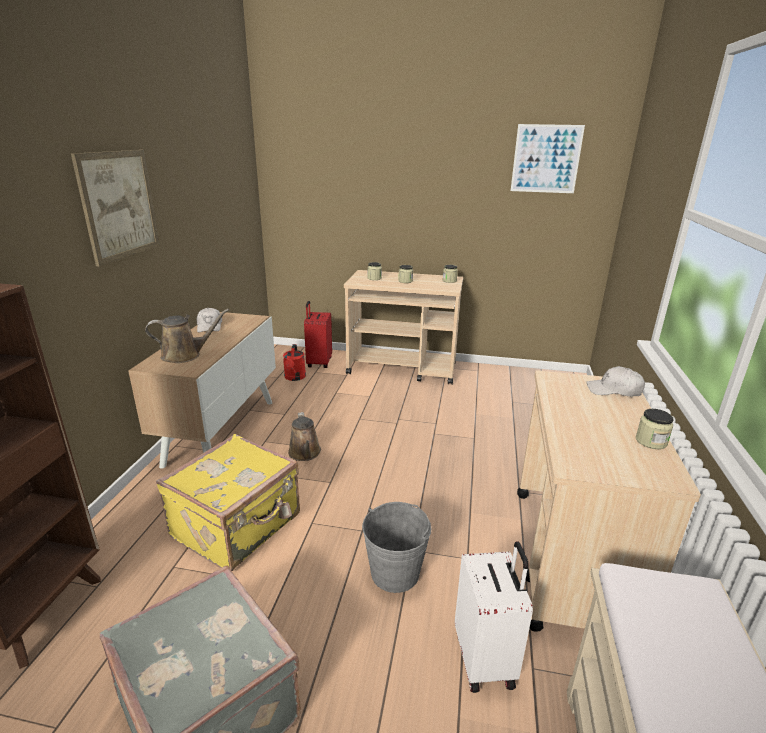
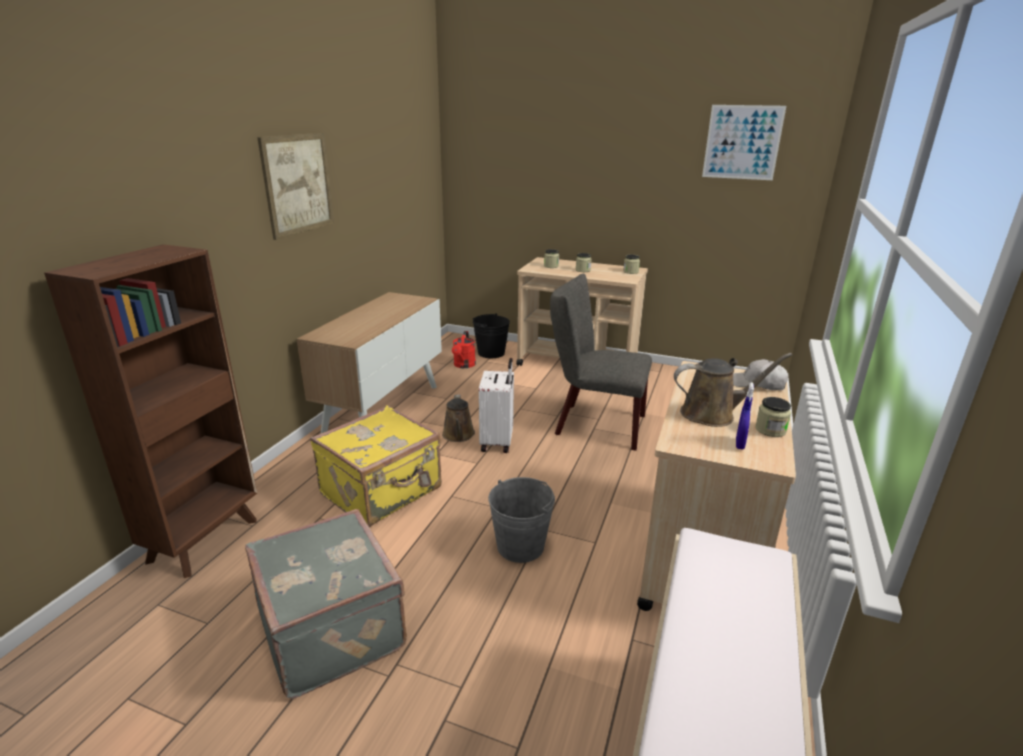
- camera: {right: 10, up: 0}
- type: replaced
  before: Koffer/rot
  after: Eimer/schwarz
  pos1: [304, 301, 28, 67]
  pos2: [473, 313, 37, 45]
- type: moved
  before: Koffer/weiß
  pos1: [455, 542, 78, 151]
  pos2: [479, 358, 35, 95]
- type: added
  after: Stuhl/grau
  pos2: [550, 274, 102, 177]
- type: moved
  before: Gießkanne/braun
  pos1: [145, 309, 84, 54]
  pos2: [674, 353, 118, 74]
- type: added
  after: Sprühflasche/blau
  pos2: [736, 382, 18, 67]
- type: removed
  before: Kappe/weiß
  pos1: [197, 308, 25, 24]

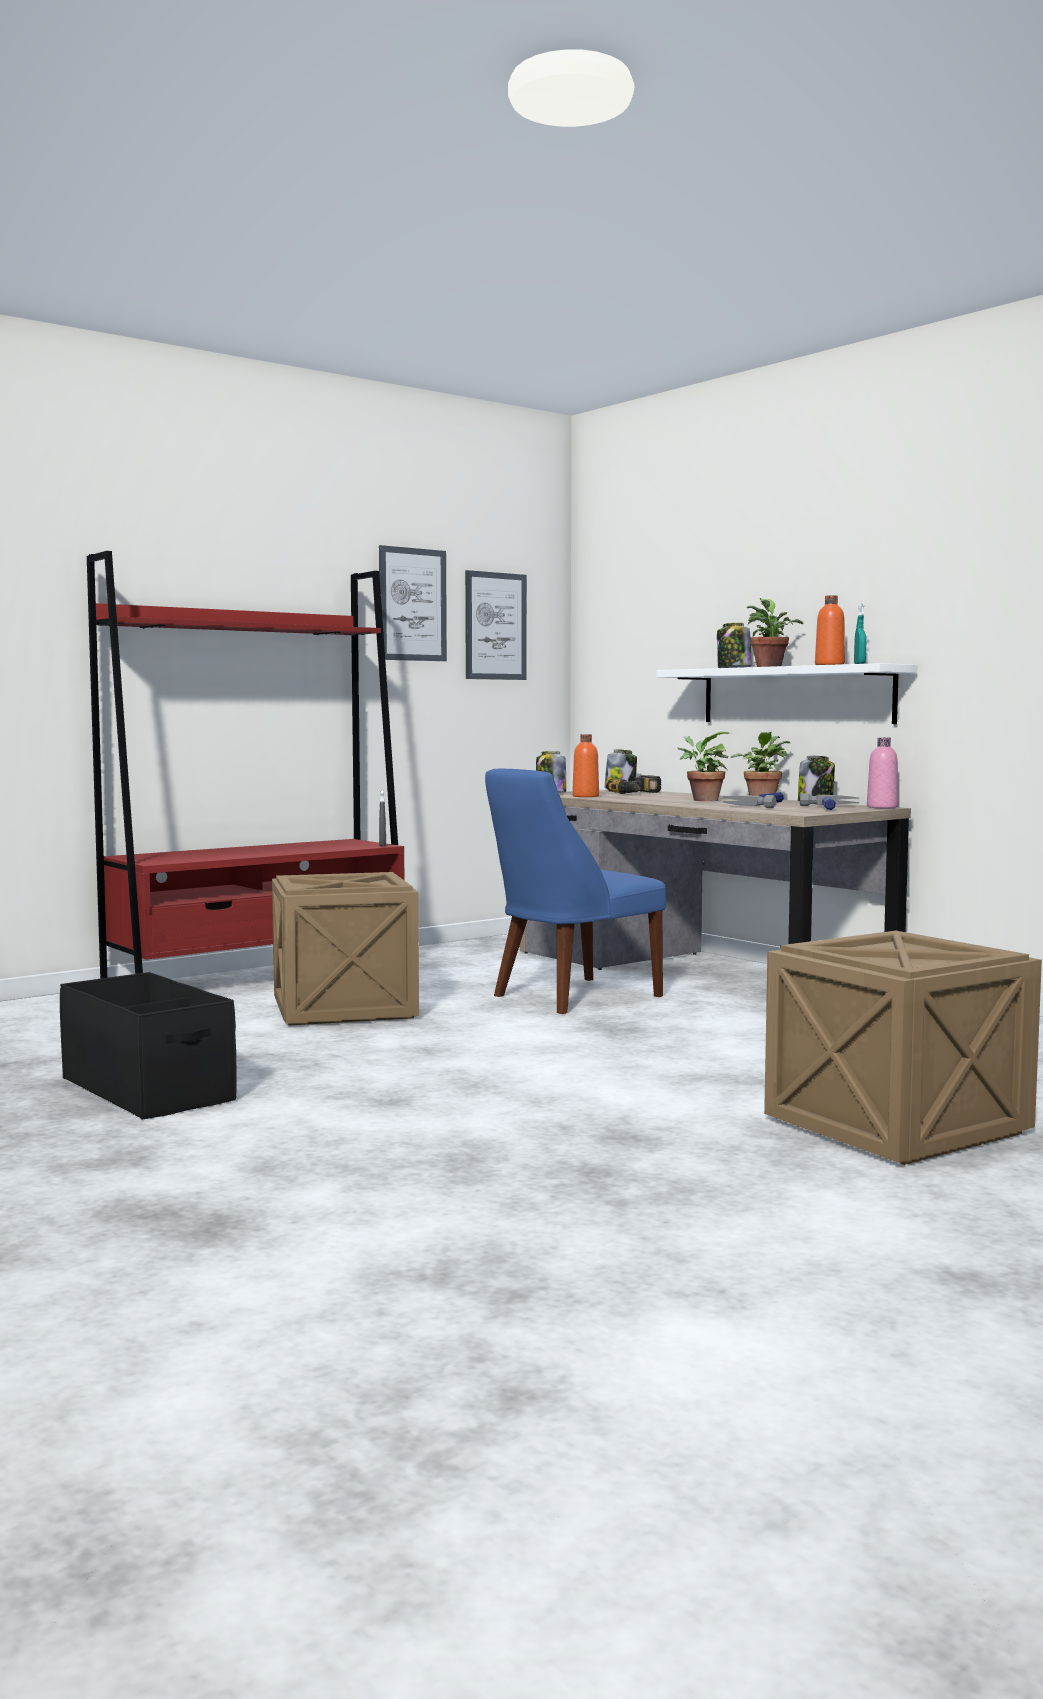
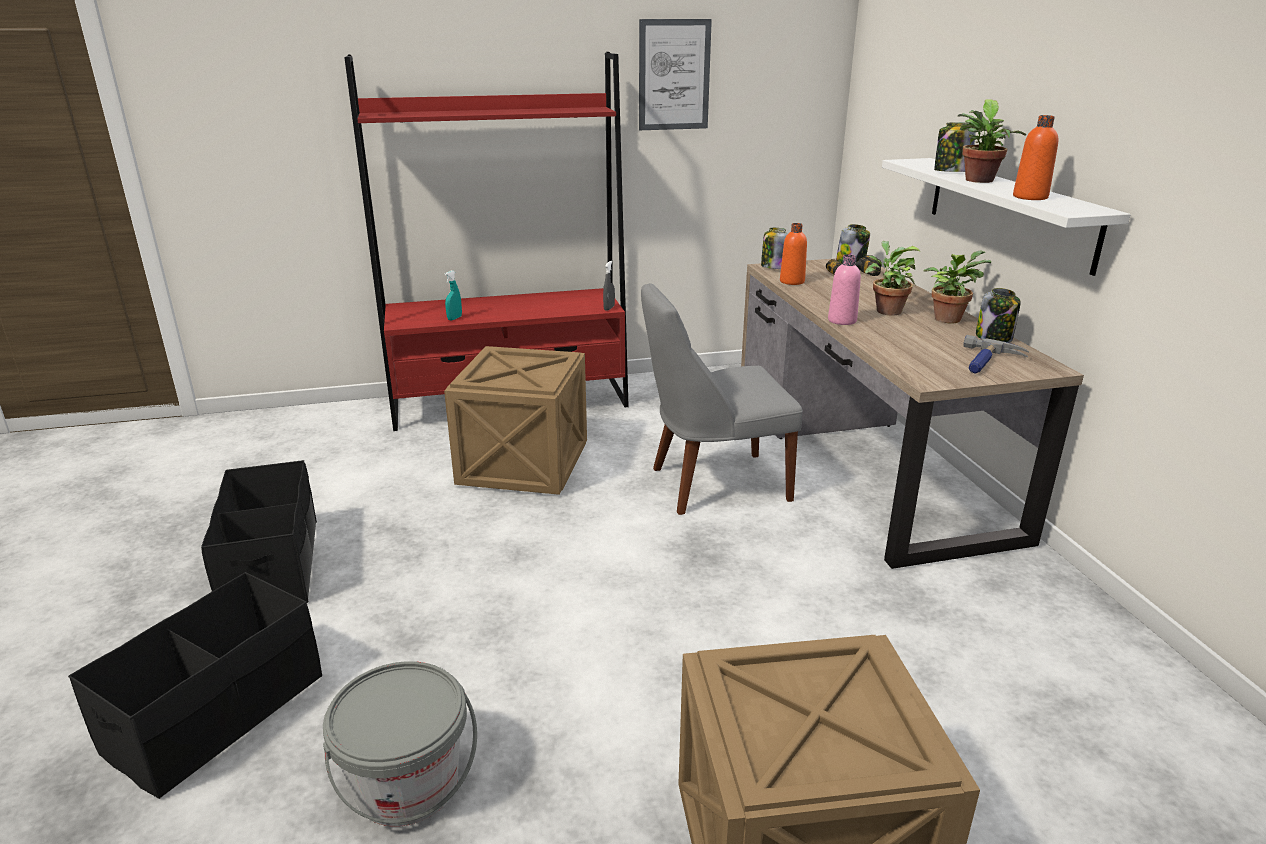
- camera: {right: 25, up: 20}
- type: added
  after: Aufbewahrungsbox/schwarz
  pos2: [68, 572, 254, 227]
- type: added
  after: Eimer/grau
  pos2: [323, 661, 154, 166]
- type: moved
  before: Sprühflasche/türkis
  pos1: [854, 602, 12, 62]
  pos2: [445, 270, 17, 51]
- type: recoloured
  before: Stuhl/blau
  after: Stuhl/grau
  pos1: [485, 769, 181, 245]
  pos2: [641, 283, 162, 232]
- type: moved
  before: Flasche/rosa
  pos1: [867, 737, 31, 71]
  pos2: [828, 254, 33, 71]
- type: removed
  before: Bild
  pos1: [465, 570, 62, 110]
- type: removed
  before: Hammer
  pos1: [723, 792, 61, 16]

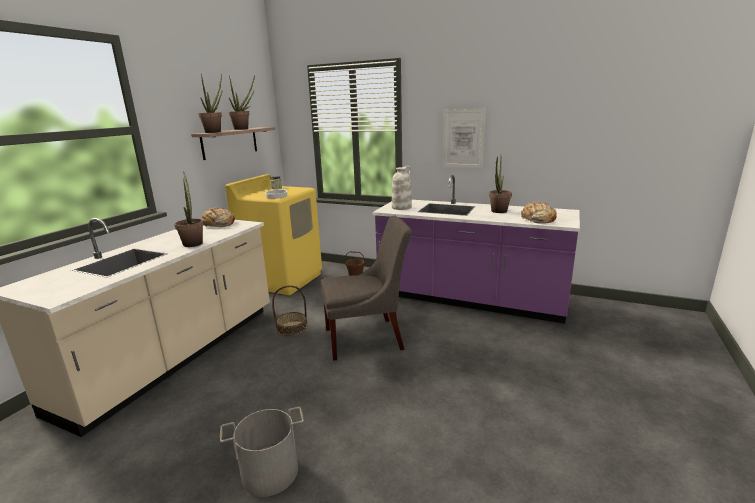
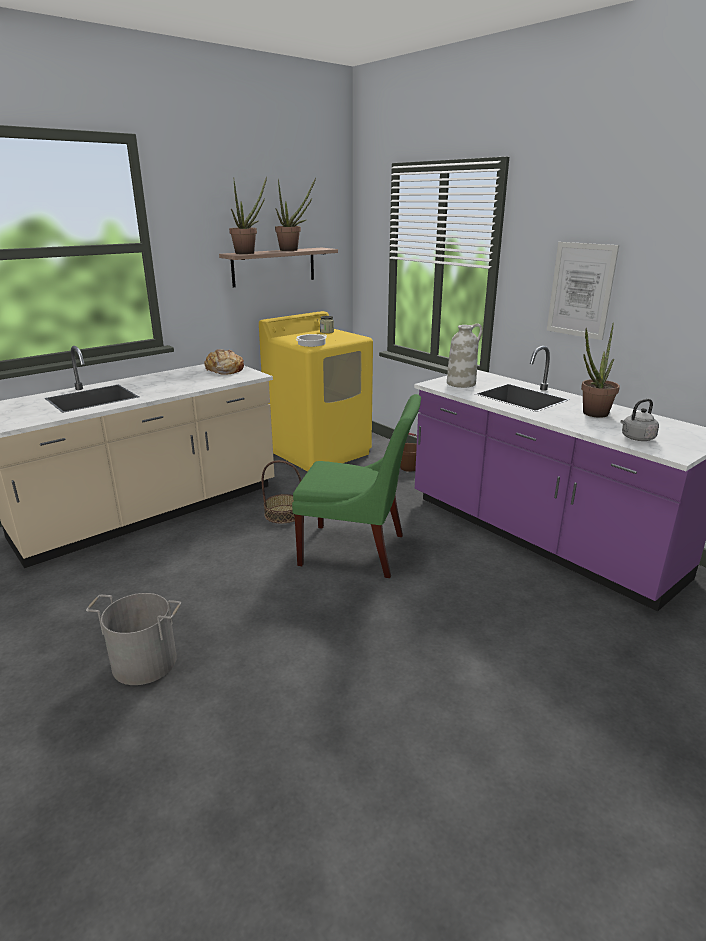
- camera: {right: 25, up: 5}
- type: recoloured
  before: Stuhl/grau
  after: Stuhl/grün
  pos1: [320, 216, 92, 145]
  pos2: [292, 394, 129, 184]
- type: replaced
  before: Brot
  after: Wasserkessel/grau
  pos1: [521, 202, 36, 22]
  pos2: [620, 399, 39, 42]
- type: removed
  before: Topfpflanze
  pos1: [174, 171, 30, 76]

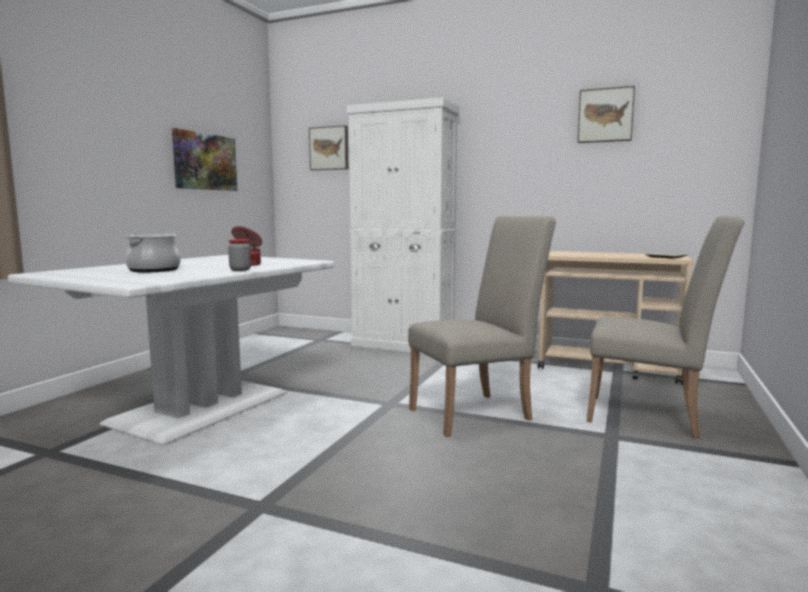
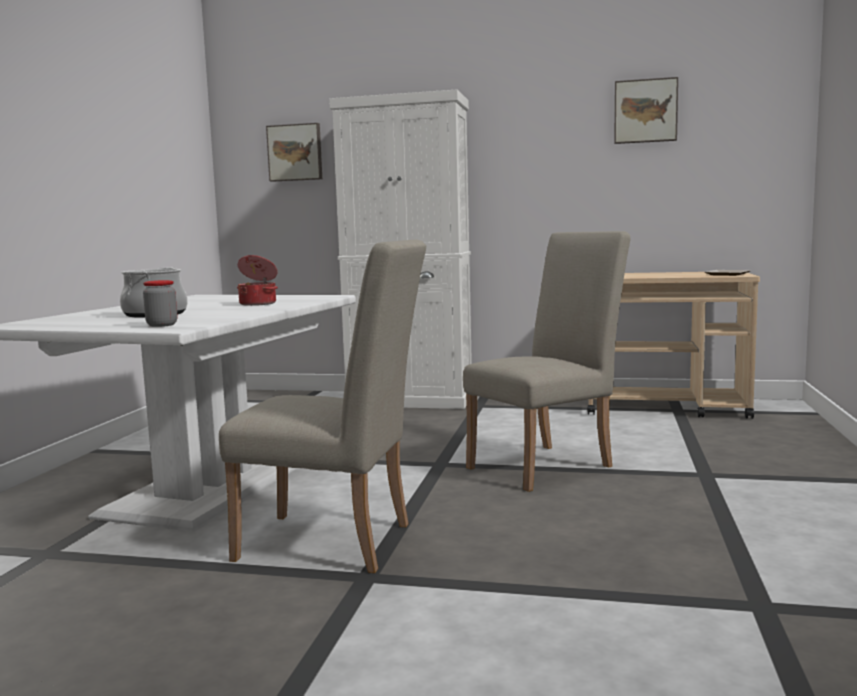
- camera: {right: -10, up: 0}
- type: moved
  before: Vorratsglas
  pos1: [228, 239, 23, 32]
  pos2: [143, 280, 34, 47]
- type: moved
  before: Stuhl/beige
  pos1: [587, 216, 158, 222]
  pos2: [219, 240, 207, 333]
- type: removed
  before: Bild
  pos1: [172, 128, 65, 63]

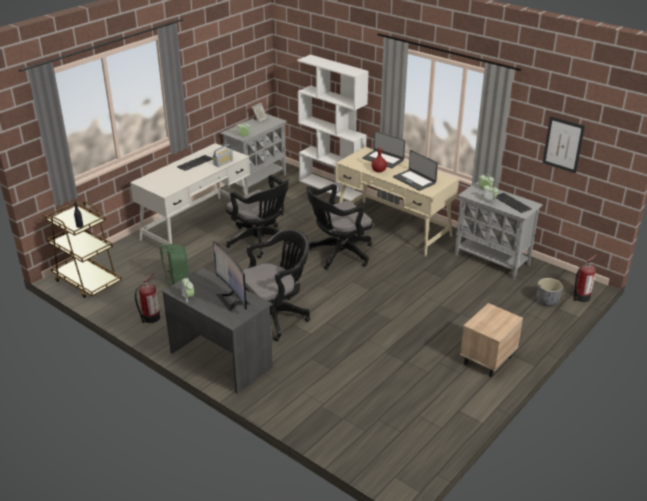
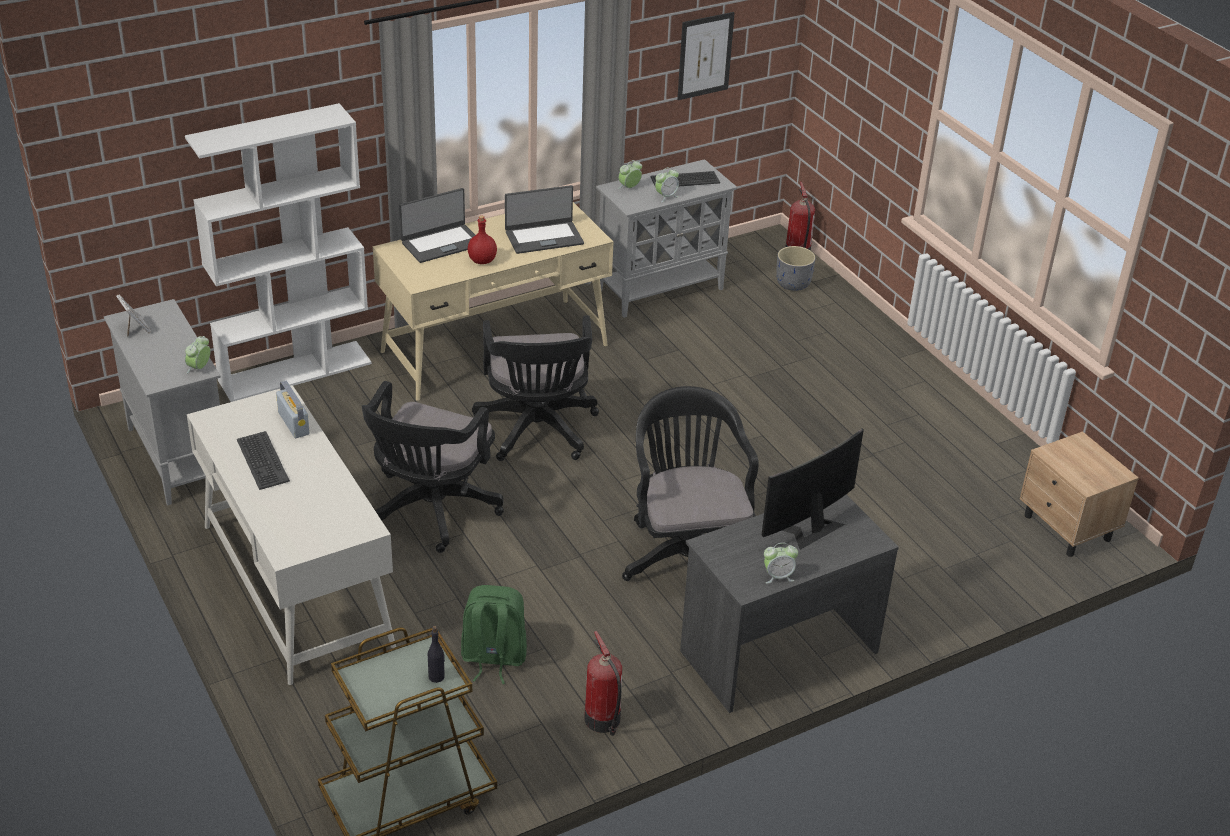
- camera: {right: -70, up: 5}
- type: turned
  before: Bürostuhl/schwarz
  pos1: [226, 175, 63, 84]
  pos2: [362, 381, 142, 172]
  turn: 135
- type: turned
  before: Monitor
  pos1: [213, 241, 37, 70]
  pos2: [761, 428, 103, 122]
  turn: 150
- type: moved
  before: Nachttisch/beige
  pos1: [460, 303, 63, 74]
  pos2: [1019, 431, 120, 126]

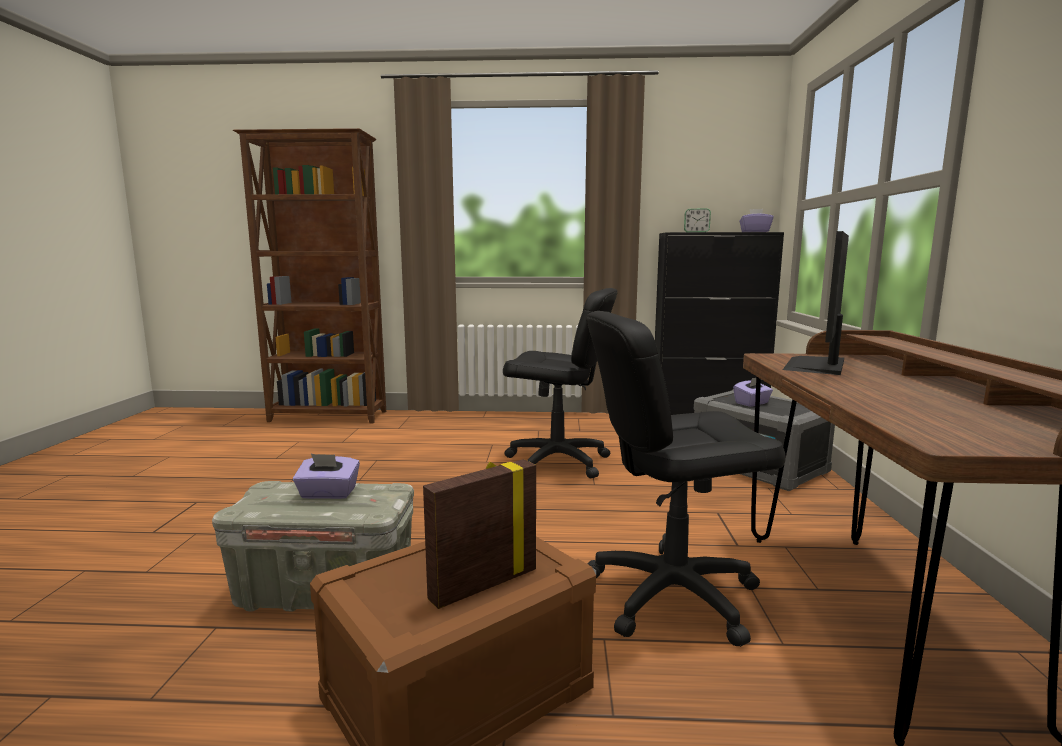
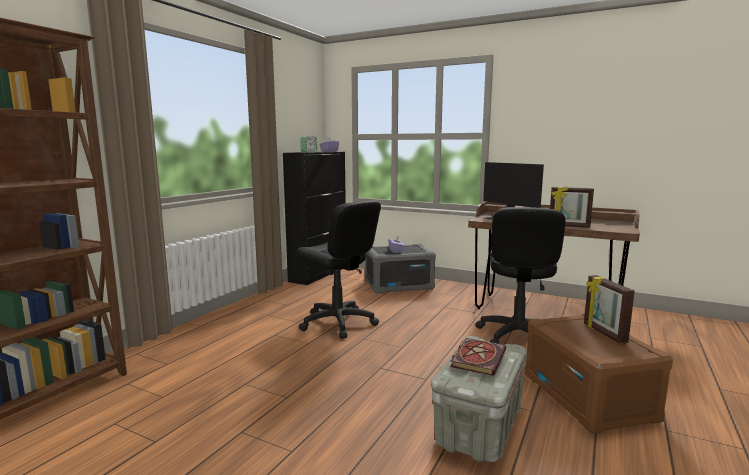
- camera: {right: -65, up: 0}
- type: turned
  before: Bürostuhl/schwarz
  pos1: [503, 288, 115, 190]
  pos2: [296, 200, 85, 139]
  turn: 90
- type: replaced
  before: Taschentuchbox/lila
  after: Buch
  pos1: [293, 454, 67, 45]
  pos2: [450, 338, 56, 38]
- type: added
  after: Bilderrahmen
  pos2: [550, 186, 44, 42]

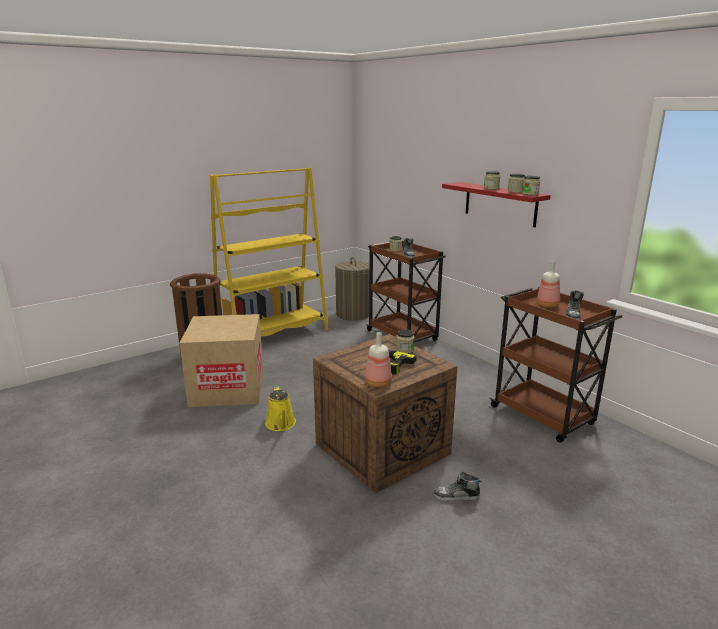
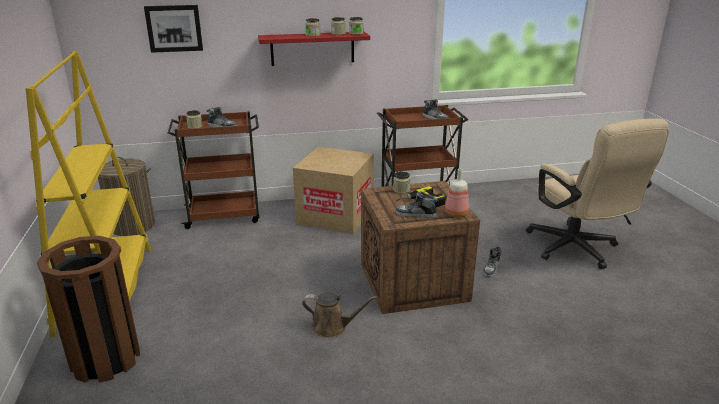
- camera: {right: -65, up: 5}
- type: added
  after: Bild
  pos2: [144, 5, 59, 48]
- type: moved
  before: Karton
  pos1: [180, 314, 83, 93]
  pos2: [293, 147, 81, 87]
- type: recoloured
  before: Gießkanne/gelb
  after: Gießkanne/braun
  pos1: [265, 386, 31, 45]
  pos2: [302, 292, 75, 46]
- type: added
  after: Schuh
  pos2: [395, 192, 42, 26]
- type: added
  after: Bürostuhl/beige
  pos2: [526, 118, 143, 151]
- type: removed
  before: Flasche
  pos1: [537, 261, 23, 47]

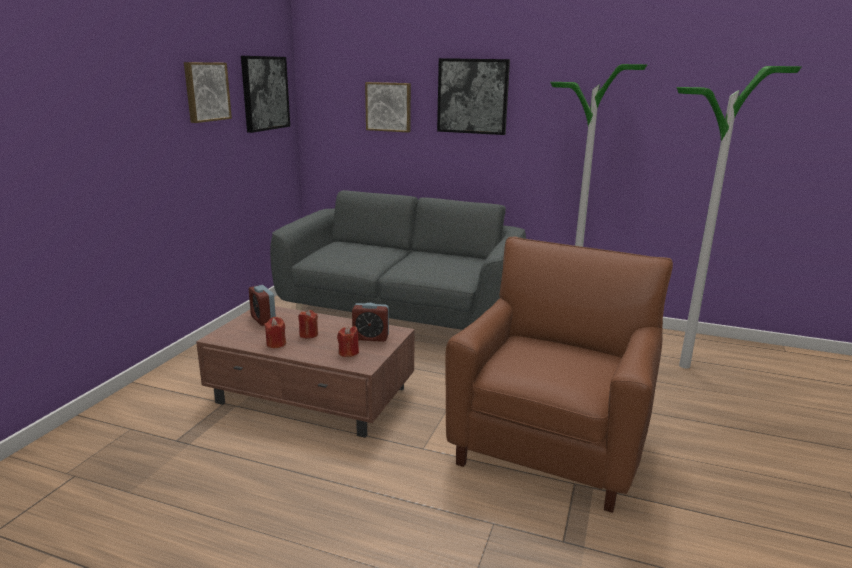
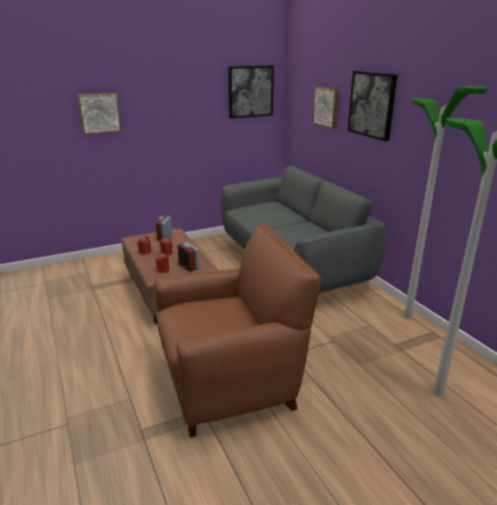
- camera: {right: 45, up: 5}
- type: moved
  before: Bild
  pos1: [184, 62, 48, 61]
  pos2: [77, 93, 45, 42]

